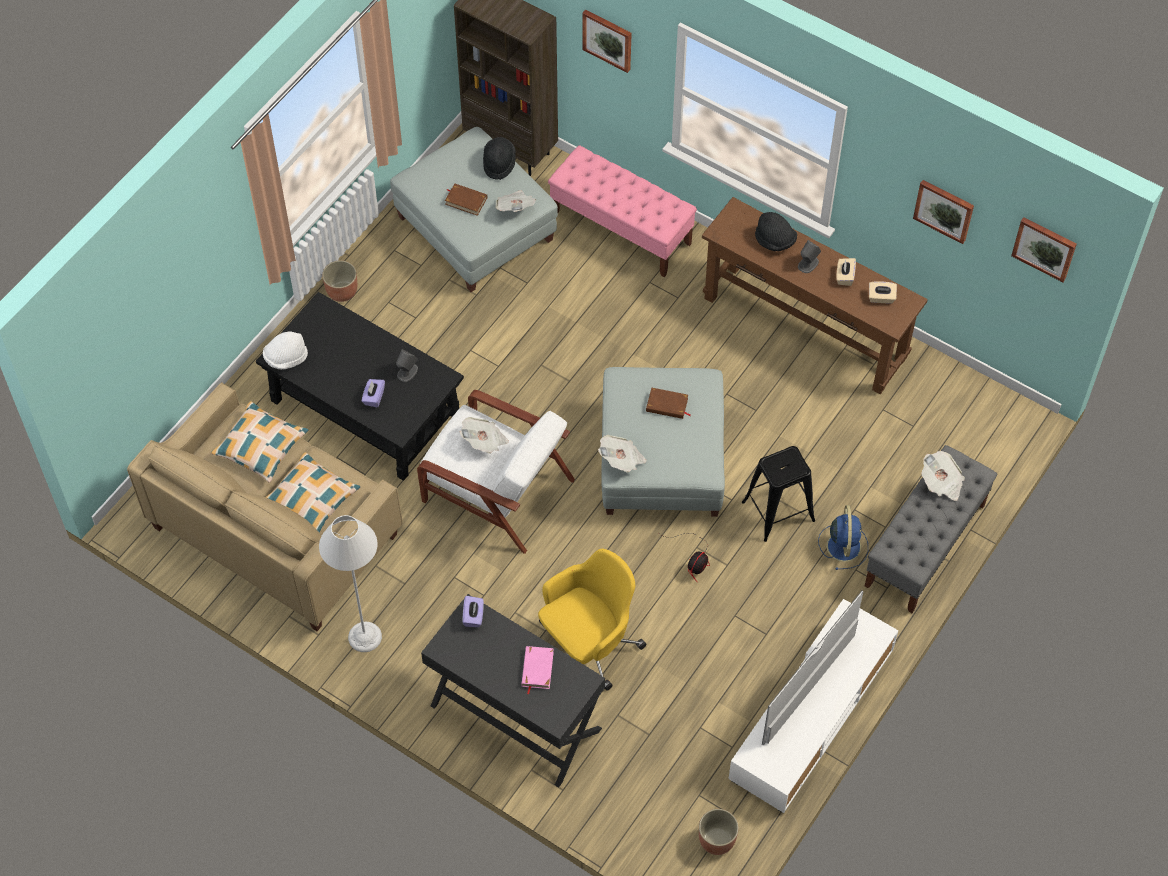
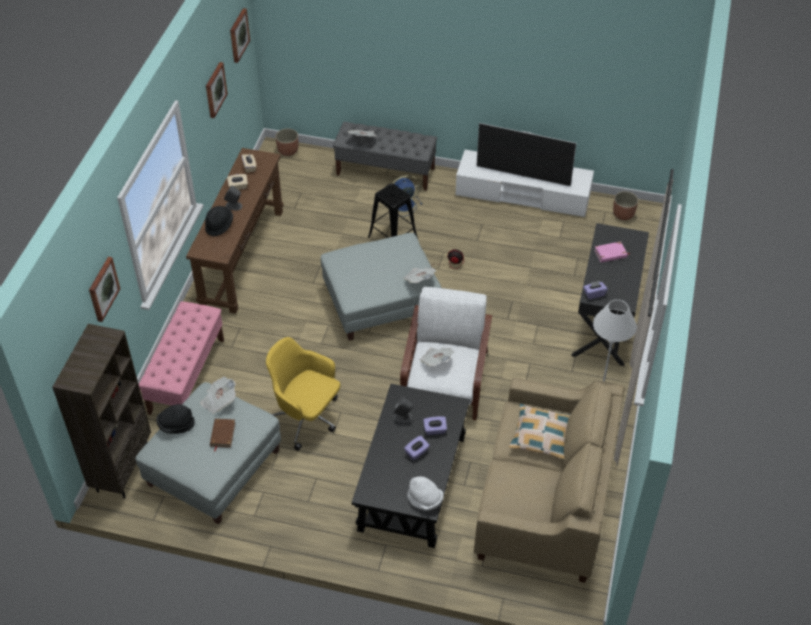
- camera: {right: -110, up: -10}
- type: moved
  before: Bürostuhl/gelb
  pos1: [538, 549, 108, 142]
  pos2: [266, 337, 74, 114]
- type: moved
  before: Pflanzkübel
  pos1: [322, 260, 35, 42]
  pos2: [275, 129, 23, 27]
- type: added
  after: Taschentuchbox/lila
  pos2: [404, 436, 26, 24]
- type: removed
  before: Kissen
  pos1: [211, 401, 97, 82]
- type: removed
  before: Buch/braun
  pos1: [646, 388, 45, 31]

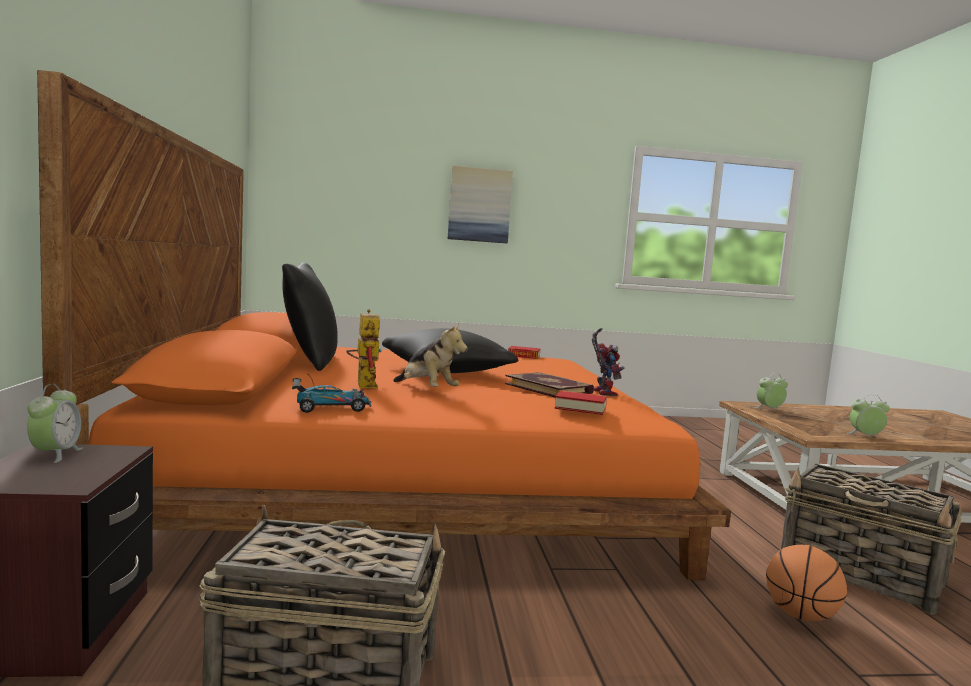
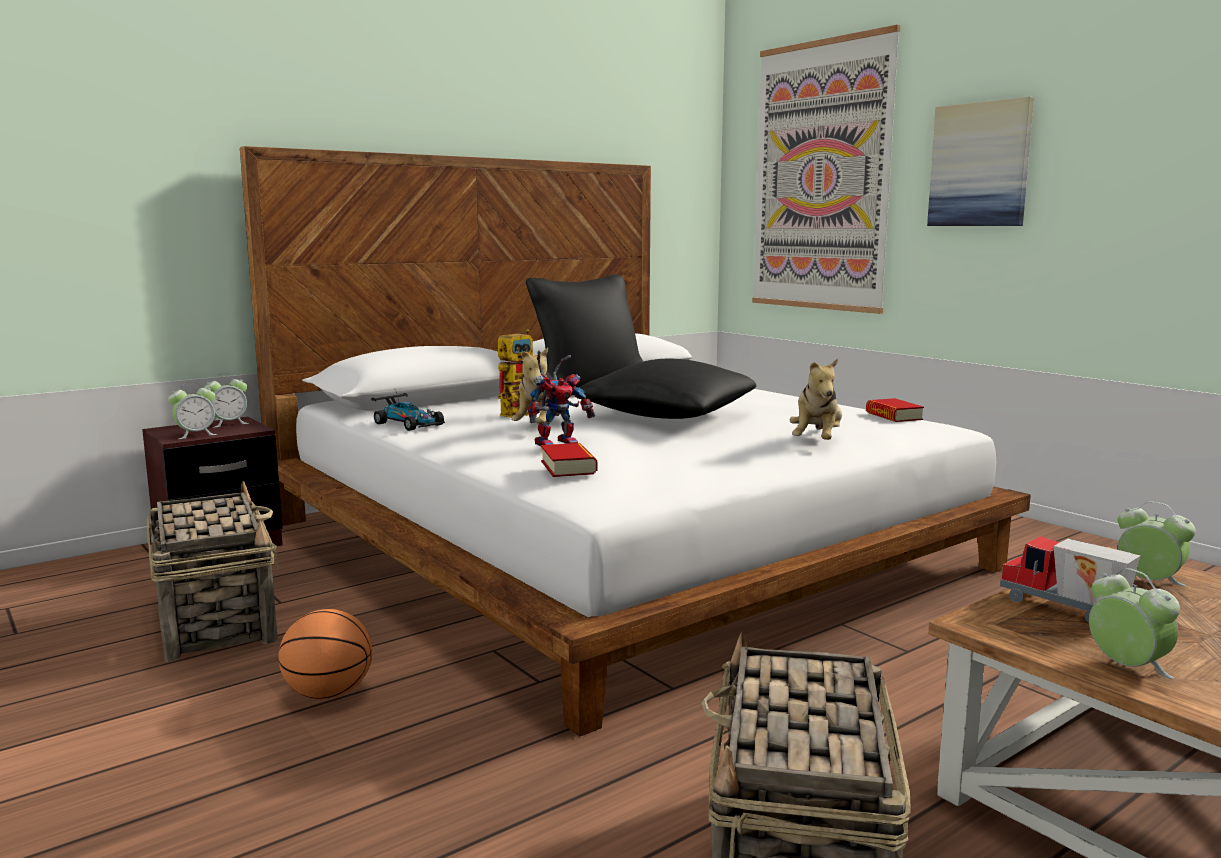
- camera: {right: 60, up: 5}
- type: added
  after: Wecker
  pos2: [168, 382, 49, 57]
- type: recoloured
  before: Bett/orange
  after: Bett/weiß
  pos1: [37, 70, 694, 510]
  pos2: [240, 146, 791, 590]
- type: moved
  before: Basketball
  pos1: [766, 545, 81, 76]
  pos2: [278, 609, 95, 90]
- type: moved
  before: Spielzeugroboter
  pos1: [592, 328, 33, 68]
  pos2: [528, 351, 67, 96]
- type: added
  after: Bild
  pos2: [752, 25, 148, 289]
- type: added
  after: Plüschtier
  pos2: [790, 358, 52, 82]
- type: added
  after: Spielzeuglaster
  pos2: [1000, 536, 141, 87]
- type: removed
  before: Buch
  pos1: [505, 372, 89, 26]

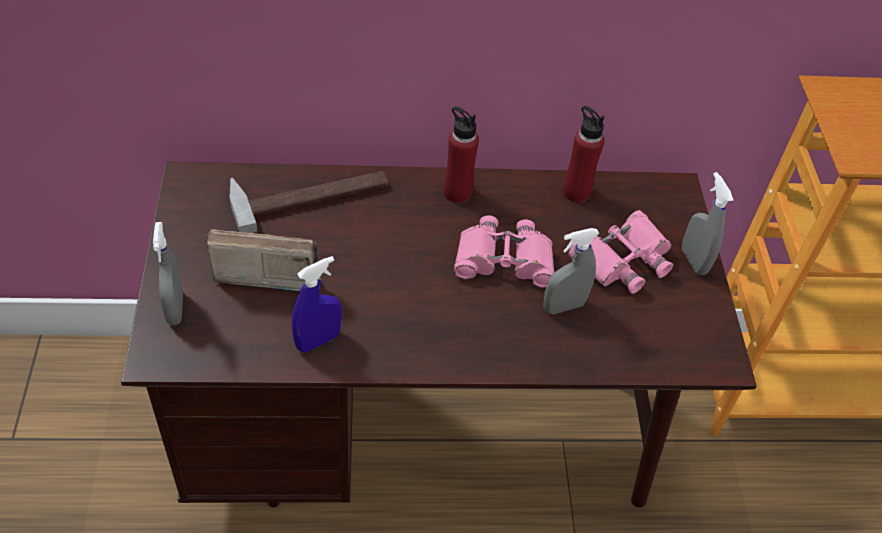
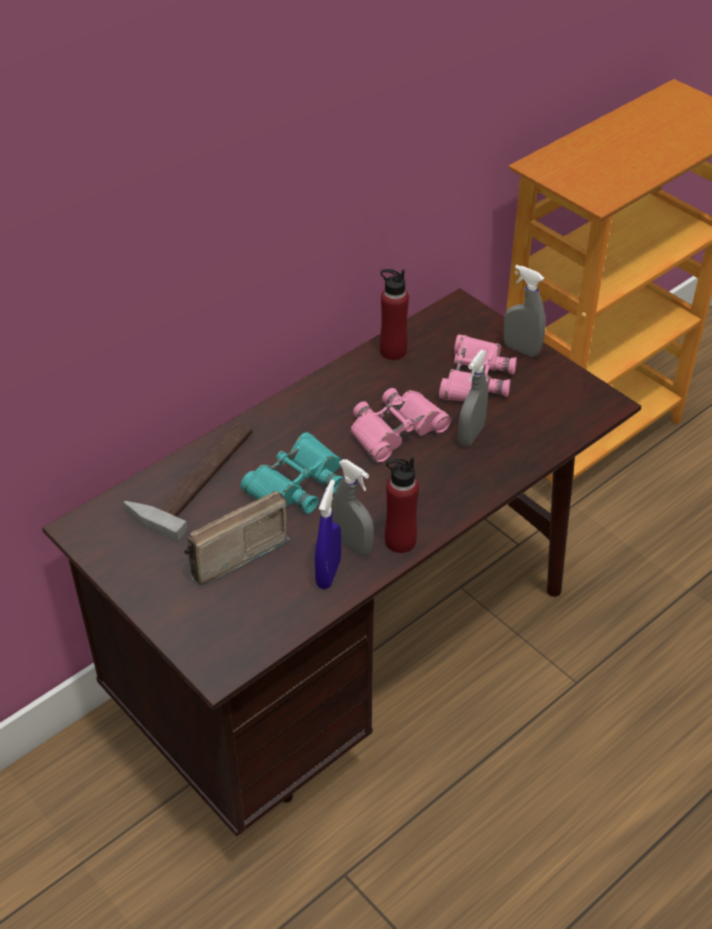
- camera: {right: -35, up: -5}
- type: added
  after: Fernglas/türkis
  pos2: [240, 432, 102, 82]
- type: moved
  before: Sprühflasche/grau
  pos1: [153, 222, 30, 103]
  pos2: [332, 459, 42, 97]
- type: moved
  before: Flasche/rot
  pos1: [444, 107, 35, 96]
  pos2: [385, 457, 34, 96]

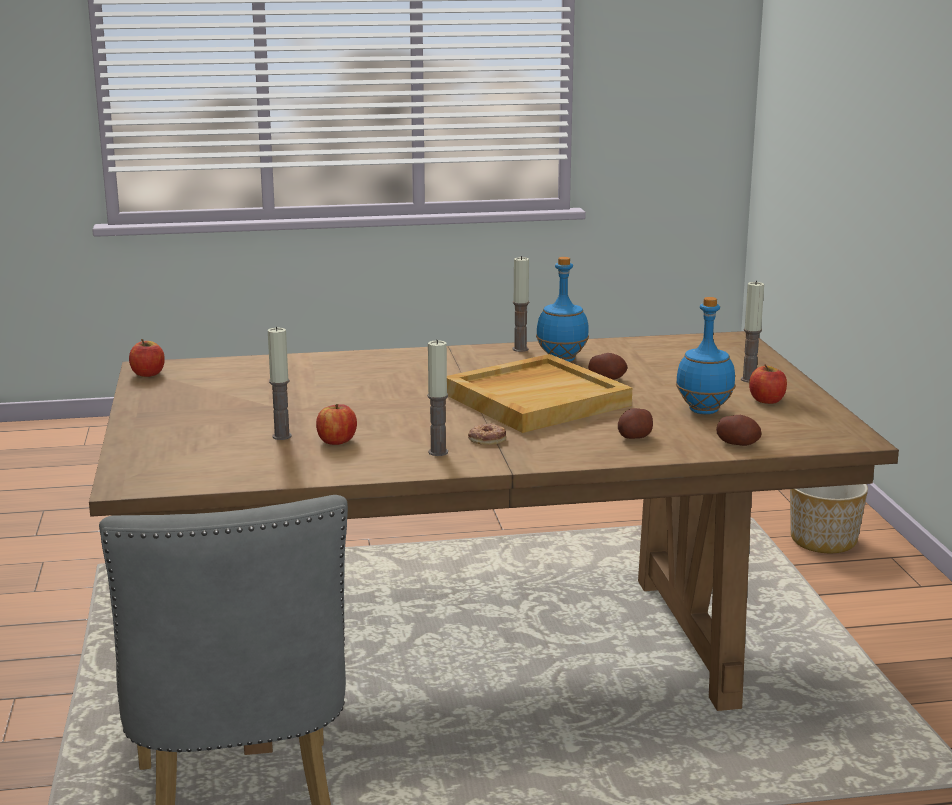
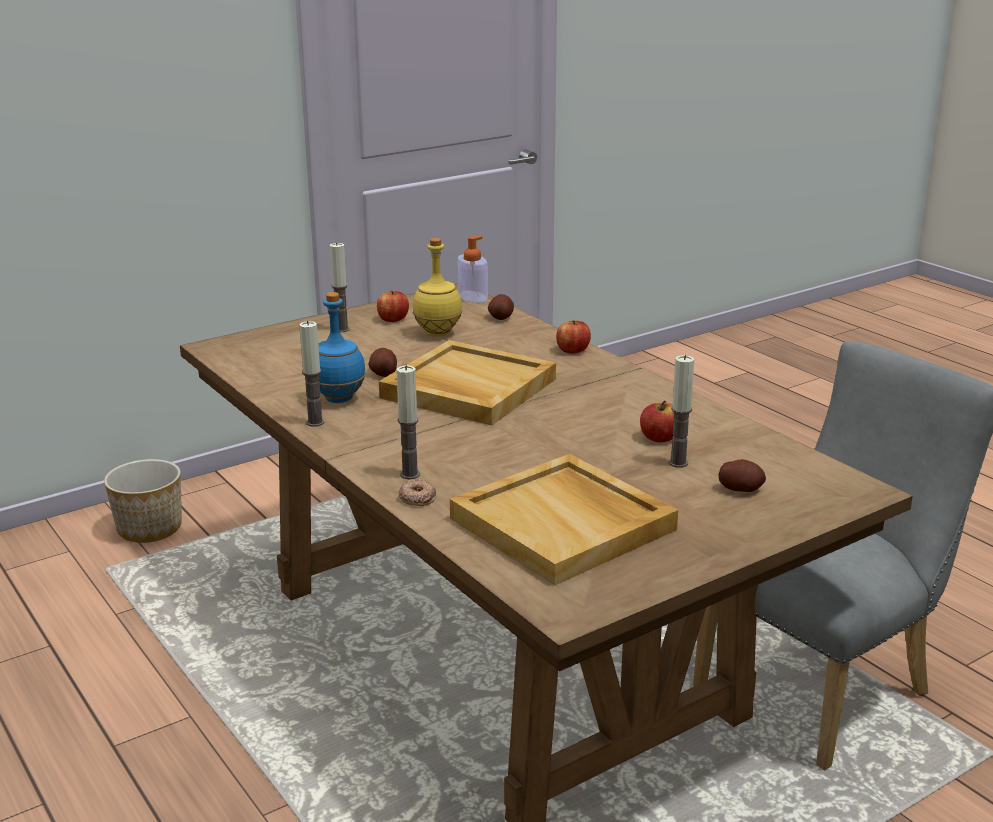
- camera: {right: -115, up: 5}
- type: moved
  before: Kerze
  pos1: [427, 340, 21, 116]
  pos2: [396, 365, 24, 114]
- type: moved
  before: Donut
  pos1: [468, 423, 38, 22]
  pos2: [398, 479, 38, 27]
- type: recoloured
  before: Flasche/blau
  after: Flasche/gelb
  pos1: [676, 297, 59, 117]
  pos2: [413, 238, 49, 99]
- type: added
  after: Tablett/beige
  pos2: [450, 454, 228, 131]
- type: added
  after: Seifenspender
  pos2: [458, 236, 30, 67]
- type: moved
  before: Apfel
  pos1: [129, 339, 36, 38]
  pos2: [556, 320, 35, 34]
- type: moved
  before: Kartoffel
  pos1: [618, 408, 35, 31]
  pos2: [718, 459, 48, 33]

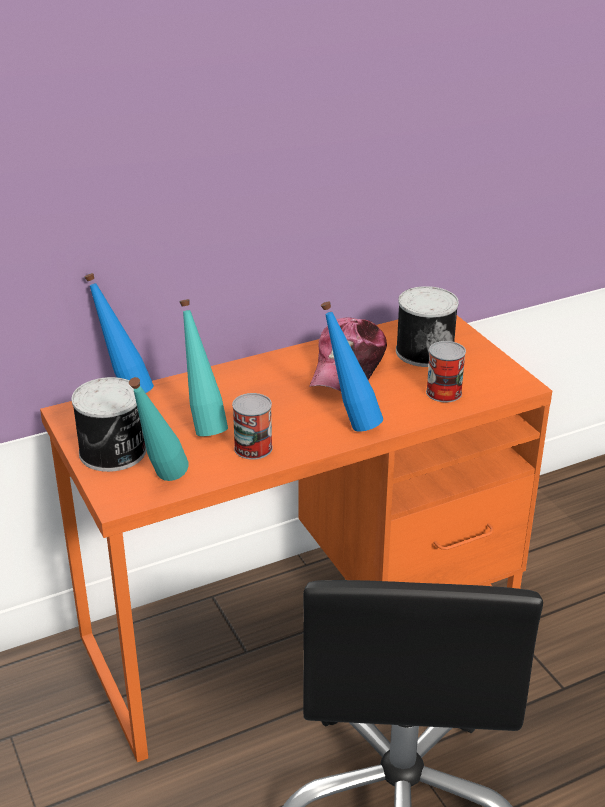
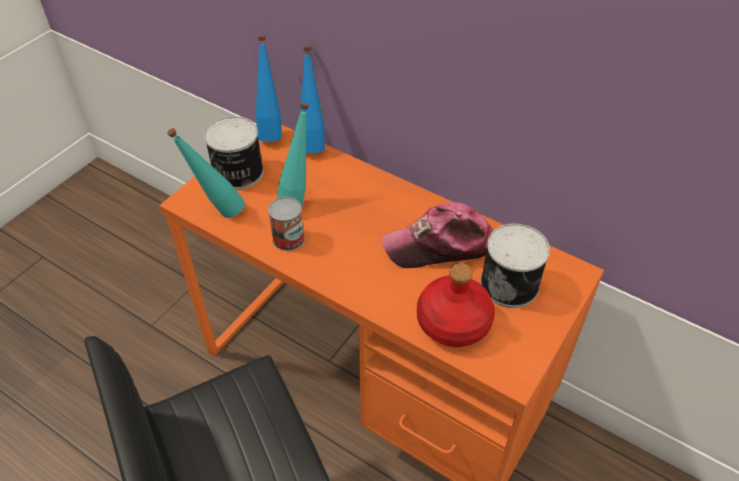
- camera: {right: 60, up: 15}
- type: moved
  before: Flasche/blau
  pos1: [321, 301, 62, 131]
  pos2: [256, 36, 26, 106]
- type: replaced
  before: Dose
  after: Flasche/rot
  pos1: [426, 341, 40, 61]
  pos2: [417, 263, 78, 84]

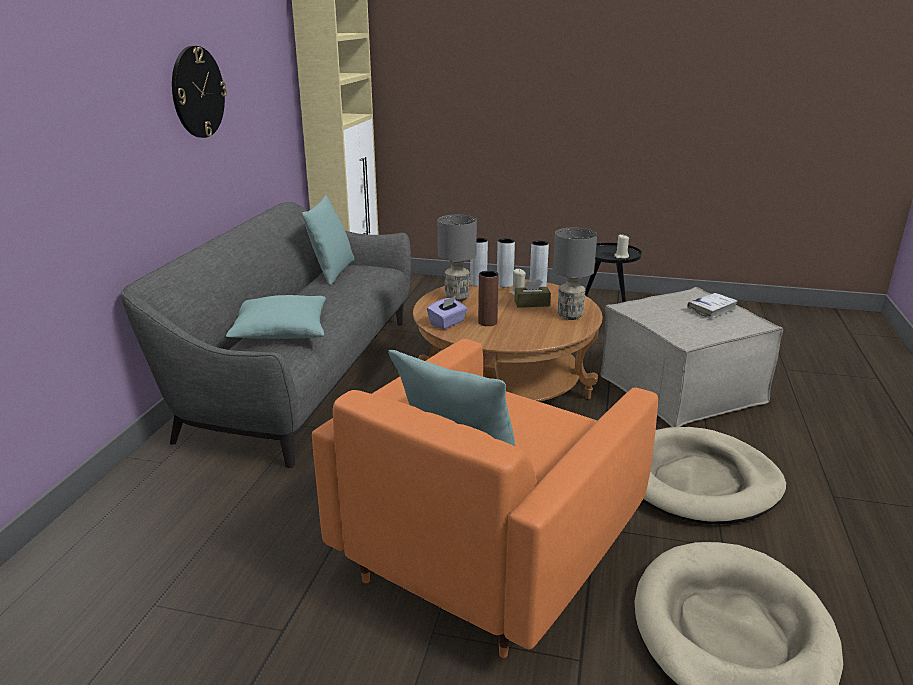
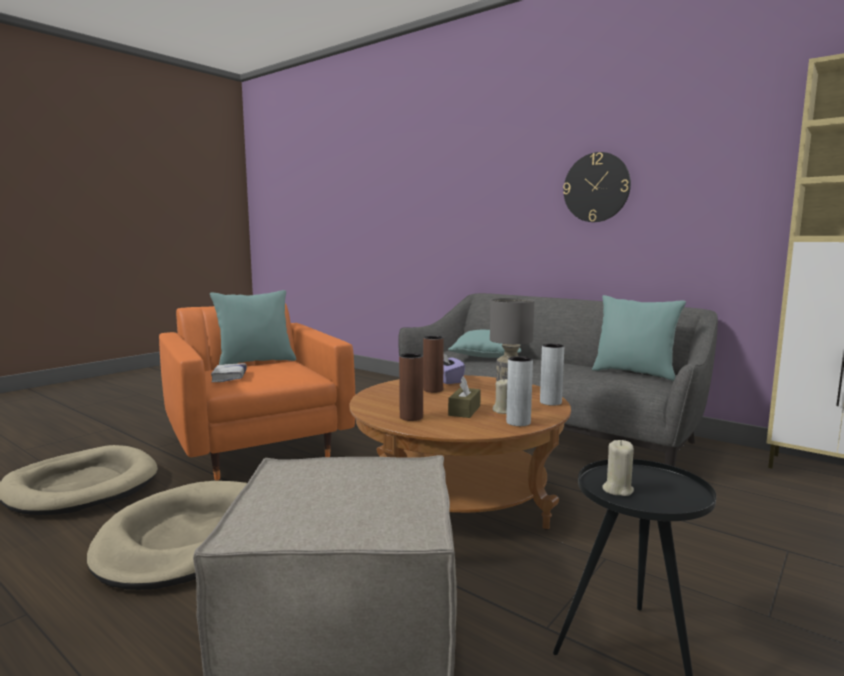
- camera: {right: 115, up: -15}
- type: moved
  before: Buch/weiß
  pos1: [687, 293, 51, 26]
  pos2: [211, 363, 36, 19]
- type: replaced
  before: Tischlampe/grau
  after: Vase/braun
  pos1: [553, 228, 44, 92]
  pos2: [399, 353, 24, 68]
- type: removed
  before: Vase/grau
  pos1: [497, 238, 18, 49]

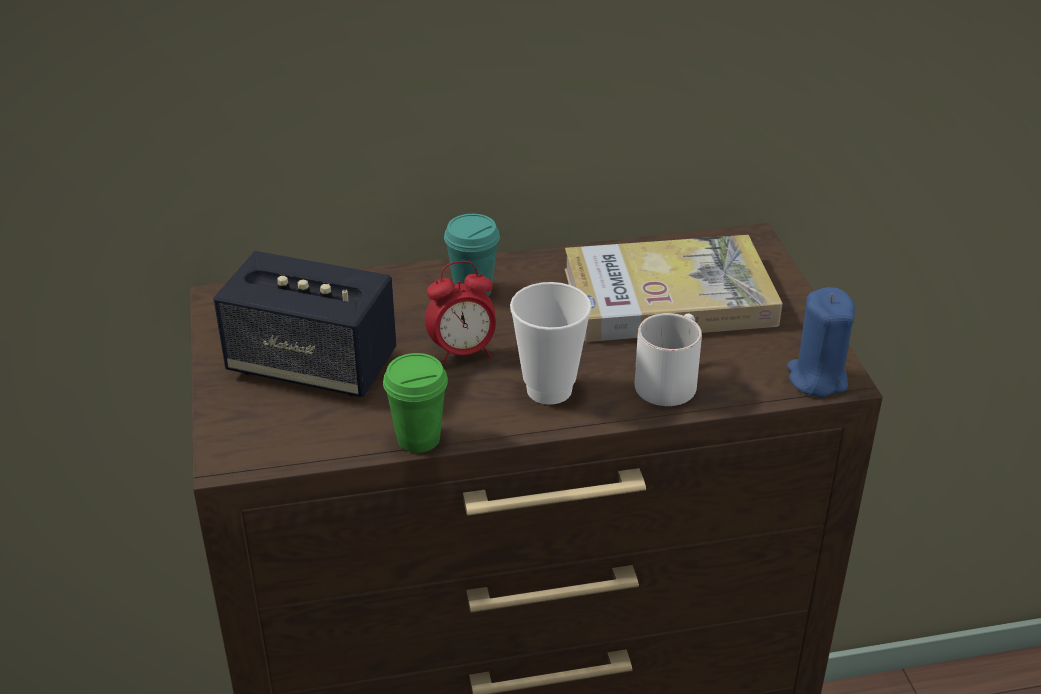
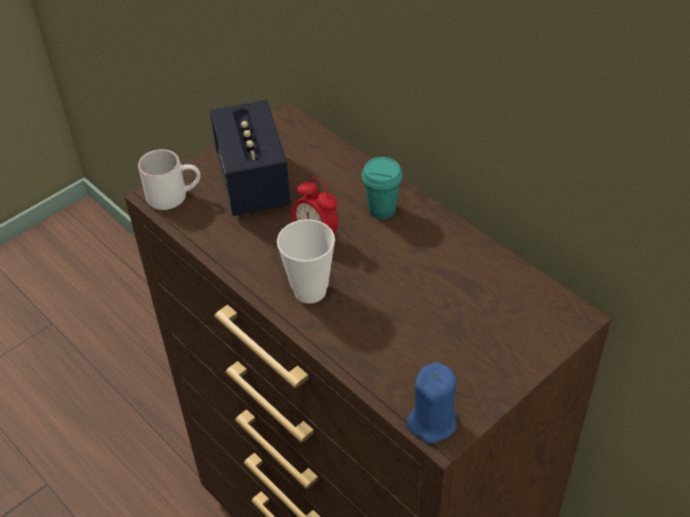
- camera: {right: 60, up: 10}
- type: moved
  before: Henkelbecher/weiß
  pos1: [635, 313, 67, 93]
  pos2: [138, 149, 62, 61]
- type: removed
  before: Tasse/grün
  pos1: [383, 353, 65, 100]
- type: removed
  before: Buch
  pos1: [565, 235, 217, 107]

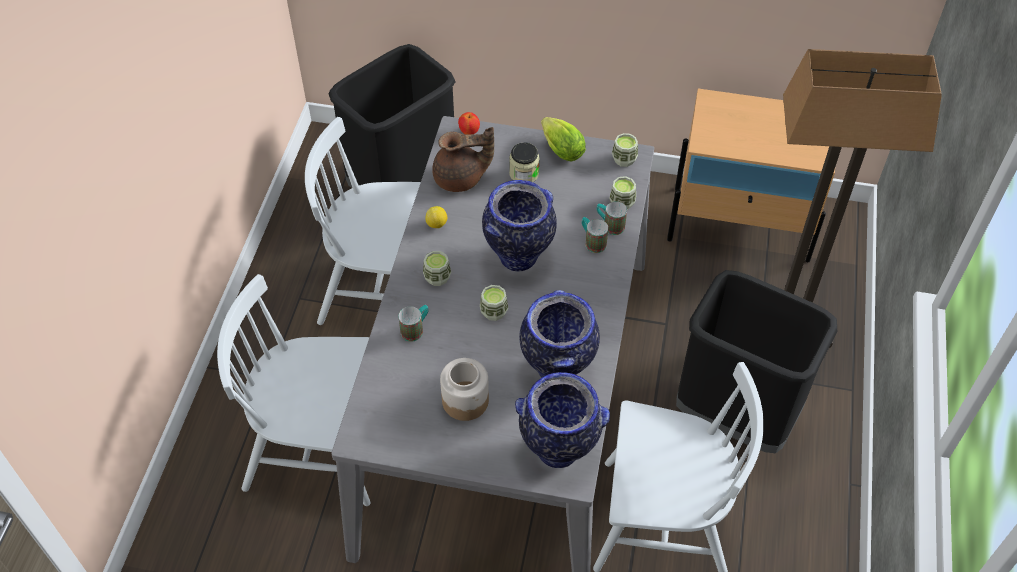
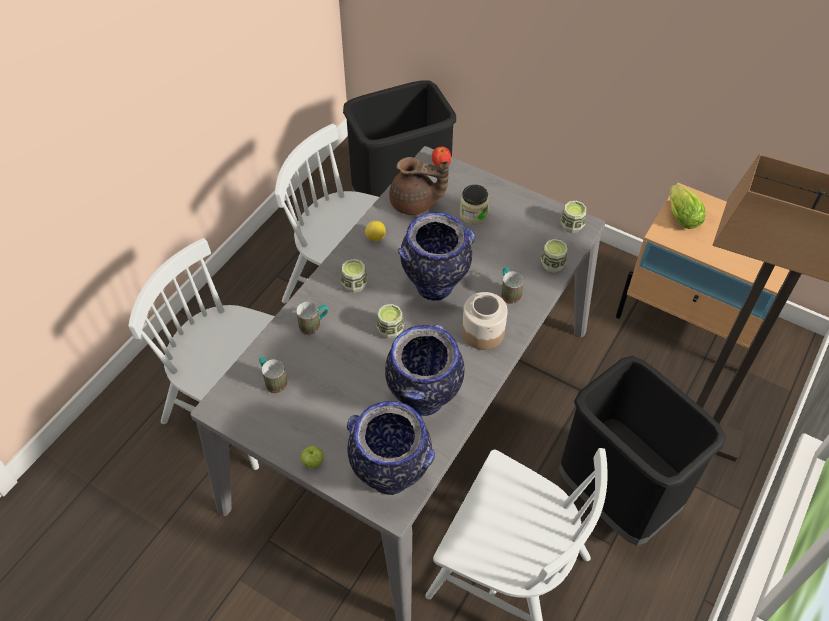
- camera: {right: 20, up: 0}
- type: moved
  before: Henkelbecher
  pos1: [596, 201, 31, 34]
  pos2: [259, 357, 29, 37]
- type: added
  after: Apfel
  pos2: [301, 446, 23, 22]
- type: moved
  before: Vorratsglas
  pos1: [440, 358, 49, 63]
  pos2: [462, 292, 46, 58]
- type: moved
  before: Salatkopf
  pos1: [541, 117, 45, 45]
  pos2: [670, 184, 36, 45]

